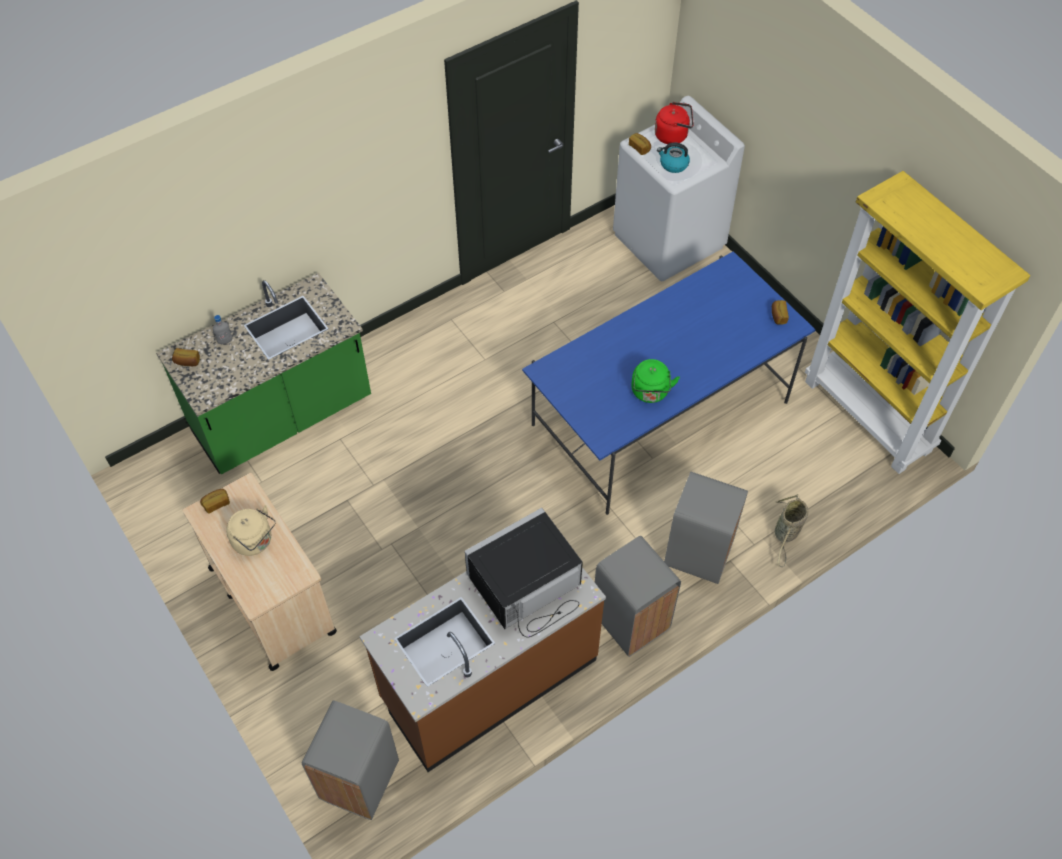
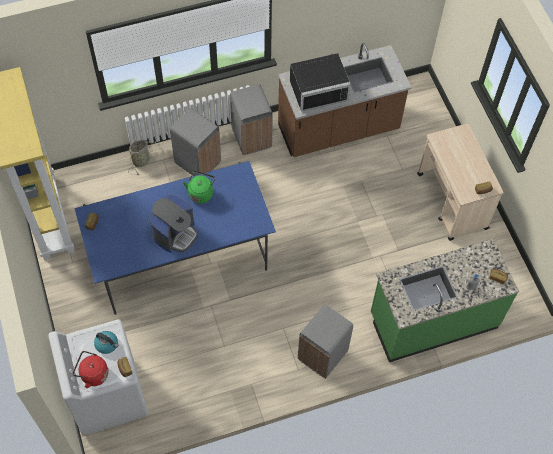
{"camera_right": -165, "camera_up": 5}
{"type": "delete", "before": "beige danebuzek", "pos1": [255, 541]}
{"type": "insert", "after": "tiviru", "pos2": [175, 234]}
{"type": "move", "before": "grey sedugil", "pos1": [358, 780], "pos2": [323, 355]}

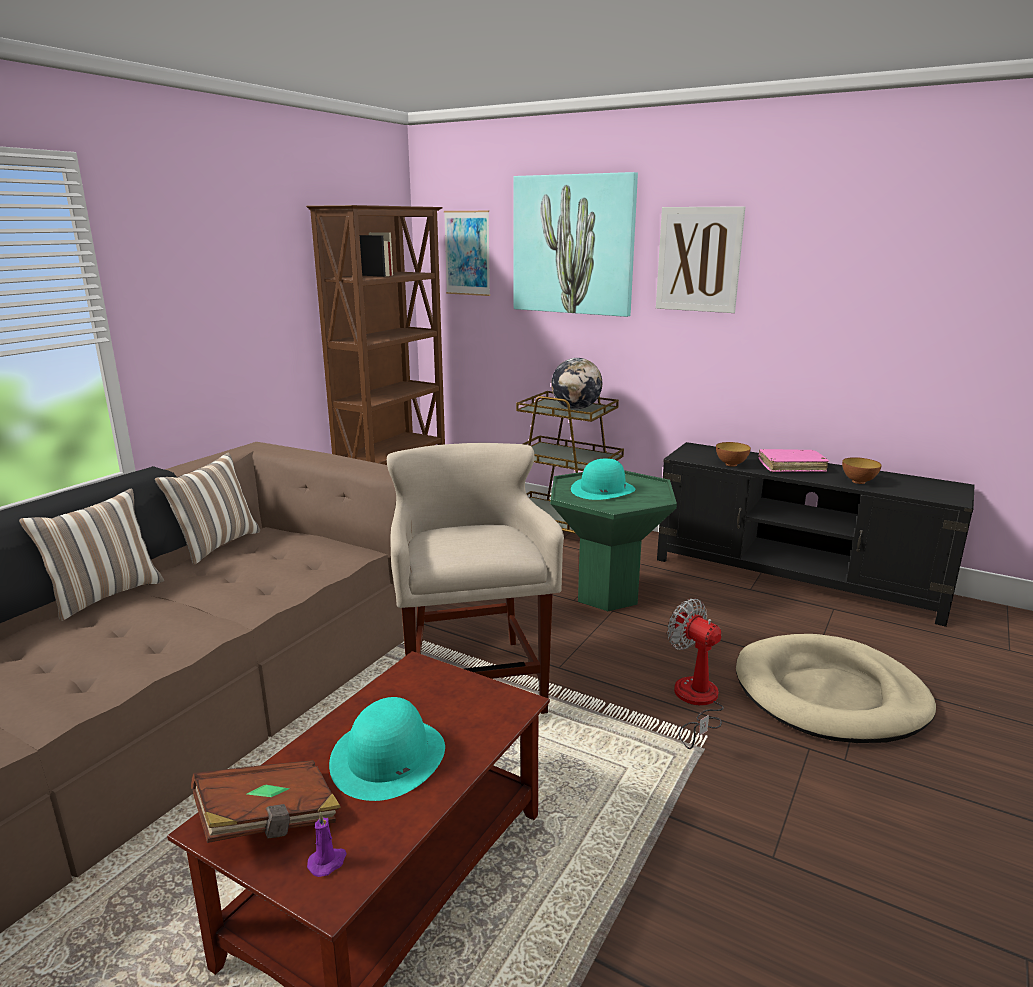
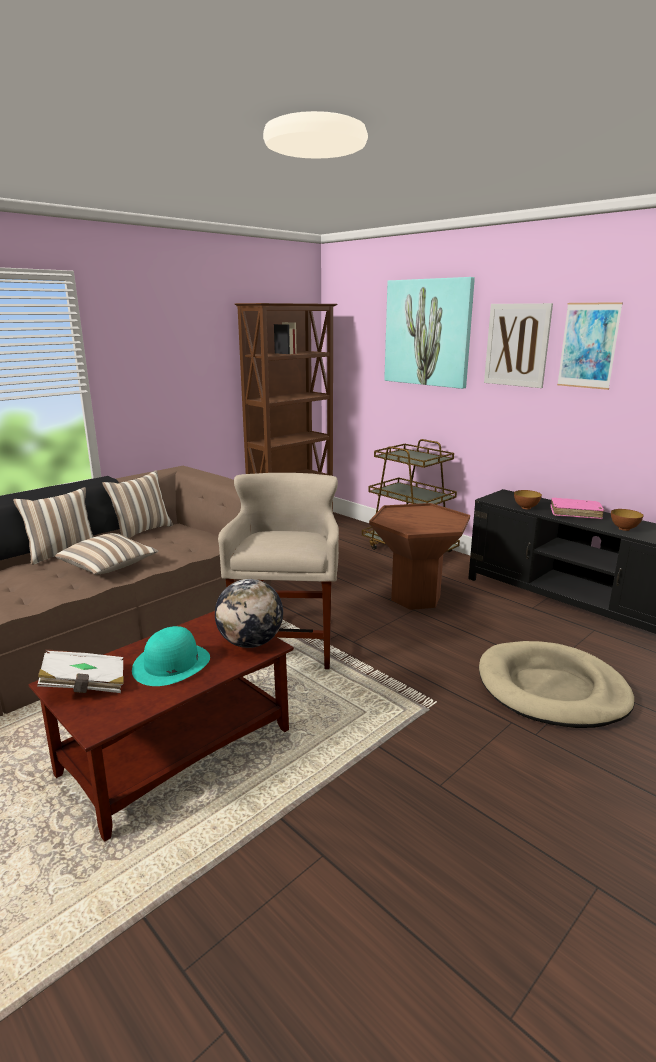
{"camera_right": 15, "camera_up": 0}
{"type": "delete", "before": "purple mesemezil", "pos1": [328, 862]}
{"type": "delete", "before": "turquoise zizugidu", "pos1": [602, 489]}
{"type": "delete", "before": "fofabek", "pos1": [695, 702]}
{"type": "insert", "after": "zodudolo", "pos2": [109, 567]}
{"type": "move", "before": "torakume", "pos1": [467, 253], "pos2": [588, 345]}
{"type": "move", "before": "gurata", "pos1": [576, 408], "pos2": [250, 642]}
{"type": "recolor", "before": "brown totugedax", "after": "white totugedax", "pos1": [269, 821], "pos2": [85, 686]}
{"type": "recolor", "before": "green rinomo", "after": "brown rinomo", "pos1": [607, 595], "pos2": [415, 598]}

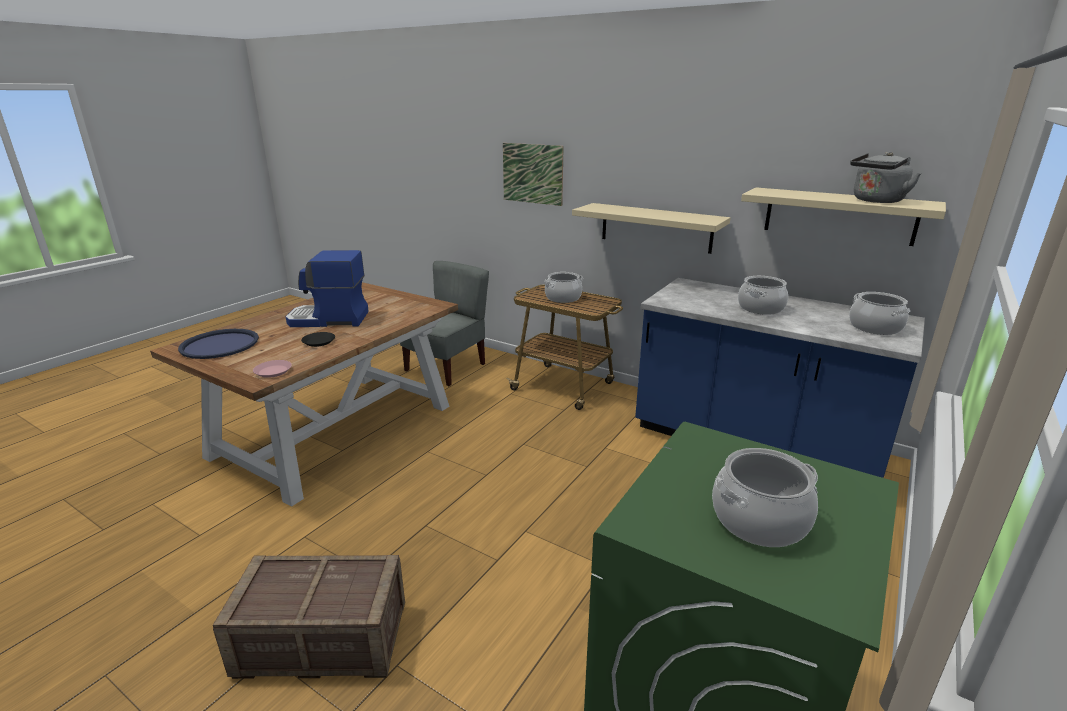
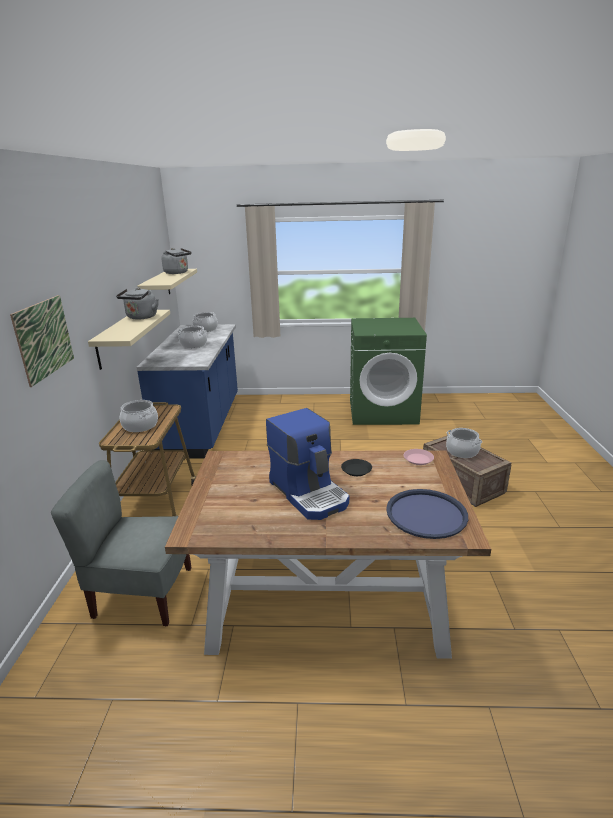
{"camera_right": -120, "camera_up": 0}
{"type": "insert", "after": "grey danebuzek", "pos2": [141, 317]}
{"type": "move", "before": "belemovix", "pos1": [759, 519], "pos2": [462, 452]}

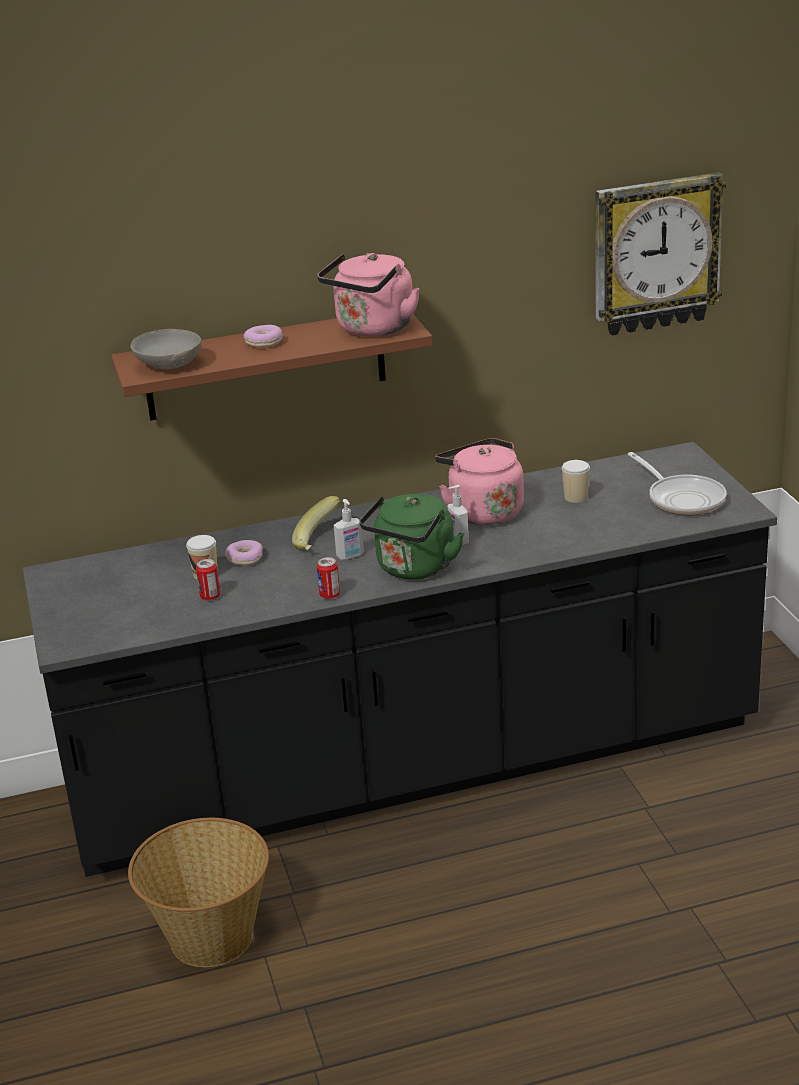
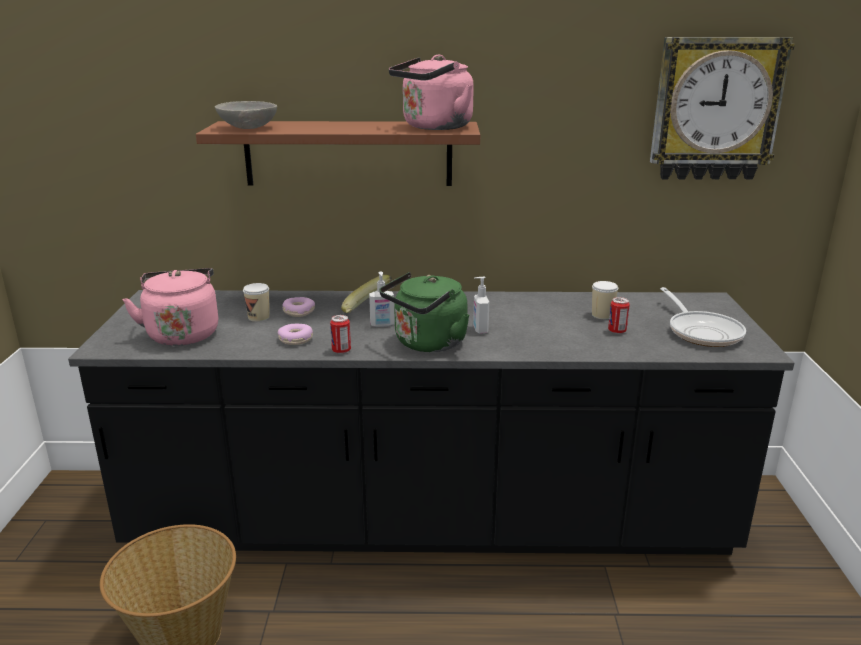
{"camera_right": 15, "camera_up": -5}
{"type": "move", "before": "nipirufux", "pos1": [210, 596], "pos2": [617, 331]}
{"type": "move", "before": "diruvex", "pos1": [264, 343], "pos2": [296, 340]}
{"type": "move", "before": "pink danebuzek", "pos1": [482, 511], "pos2": [183, 333]}

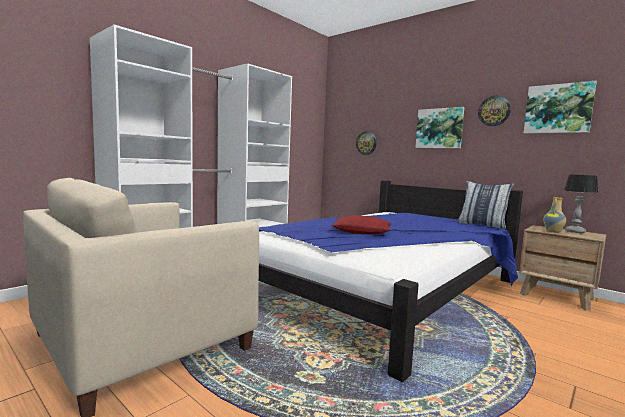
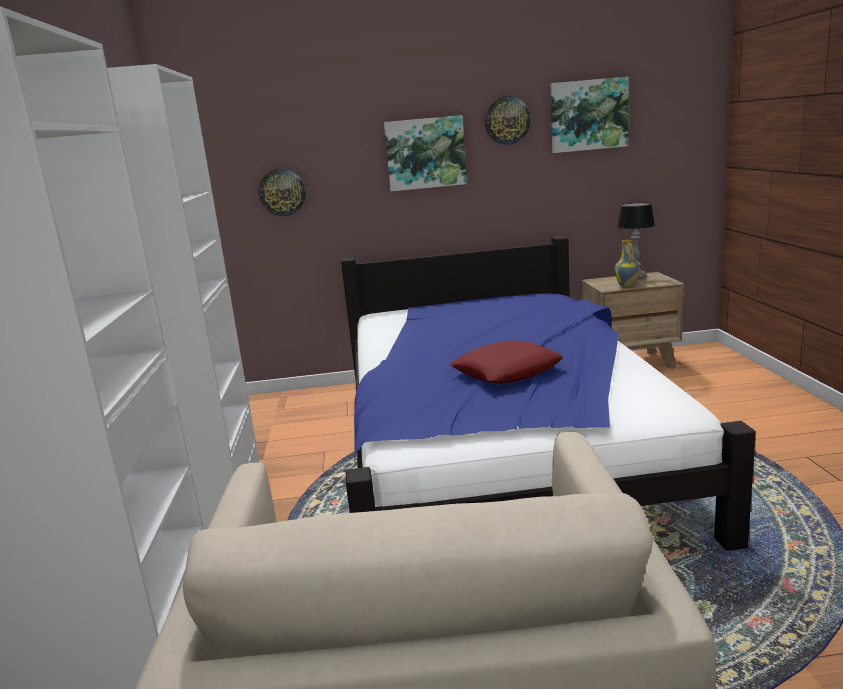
{"camera_right": -45, "camera_up": 10}
{"type": "delete", "before": "zodudolo", "pos1": [482, 225]}

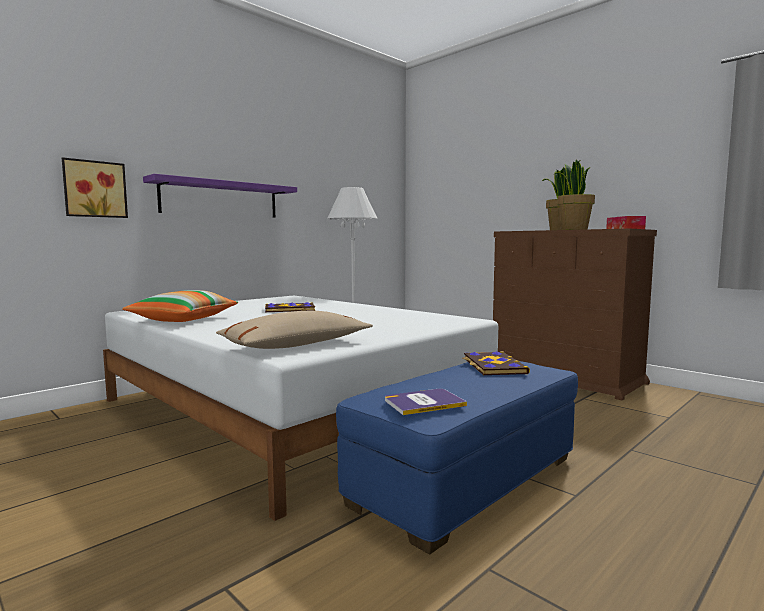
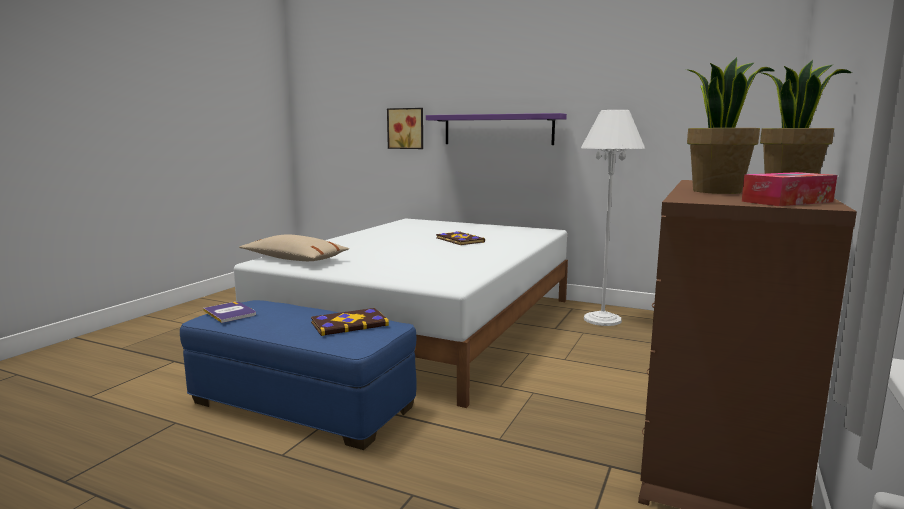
{"camera_right": 70, "camera_up": 5}
{"type": "delete", "before": "zodudolo", "pos1": [183, 319]}

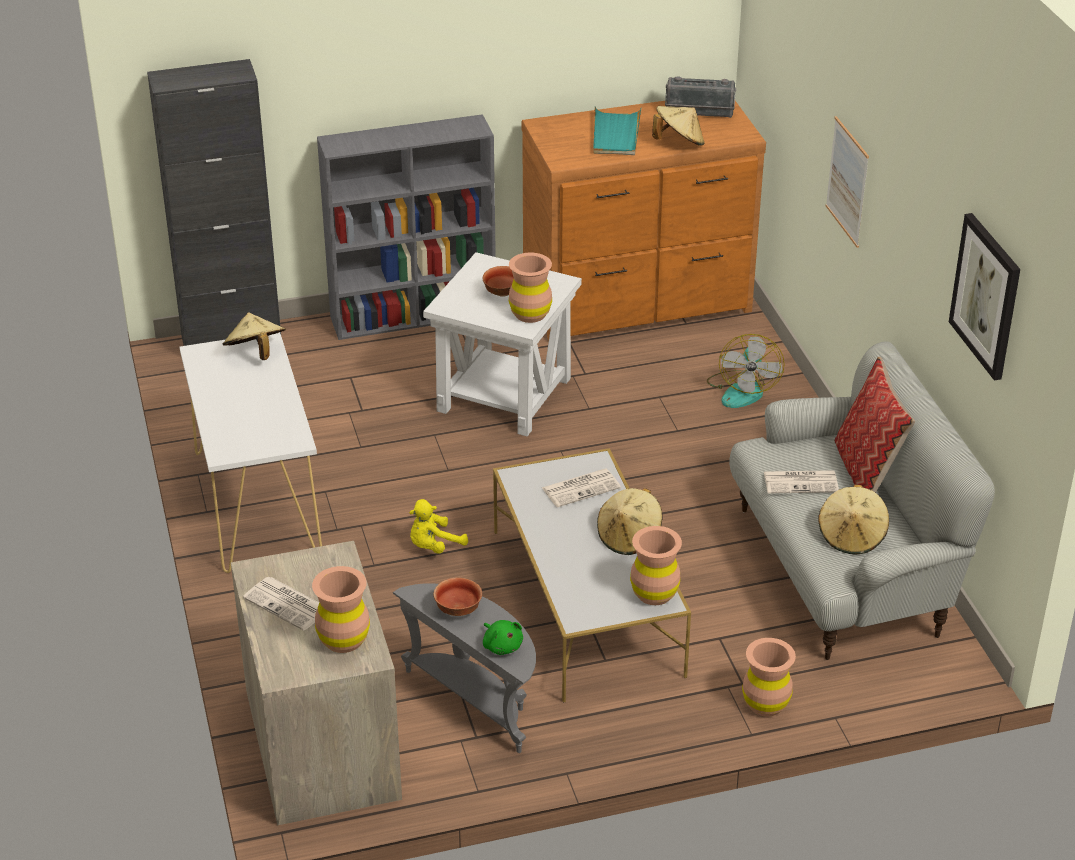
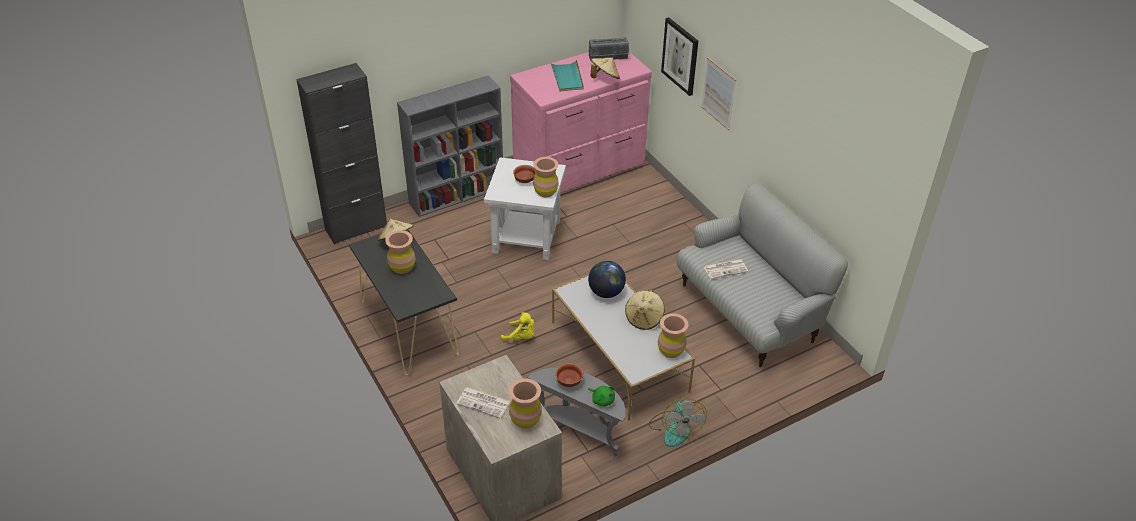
{"camera_right": -15, "camera_up": 5}
{"type": "delete", "before": "beige zizugidu", "pos1": [852, 536]}
{"type": "delete", "before": "zodudolo", "pos1": [867, 471]}
{"type": "move", "before": "fofabek", "pos1": [742, 390], "pos2": [675, 428]}
{"type": "move", "before": "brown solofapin", "pos1": [766, 704], "pos2": [402, 267]}
{"type": "move", "before": "torakume", "pos1": [986, 296], "pos2": [680, 56]}
{"type": "replace", "before": "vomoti", "after": "gurata", "pos1": [581, 488], "pos2": [606, 292]}
{"type": "recolor", "before": "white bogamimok", "after": "black bogamimok", "pos1": [257, 502], "pos2": [408, 327]}
{"type": "recolor", "before": "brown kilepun", "after": "pink kilepun", "pos1": [639, 302], "pos2": [580, 168]}
{"type": "rotate", "before": "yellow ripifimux", "pos1": [434, 546], "pos2": [521, 337], "turn": -105}

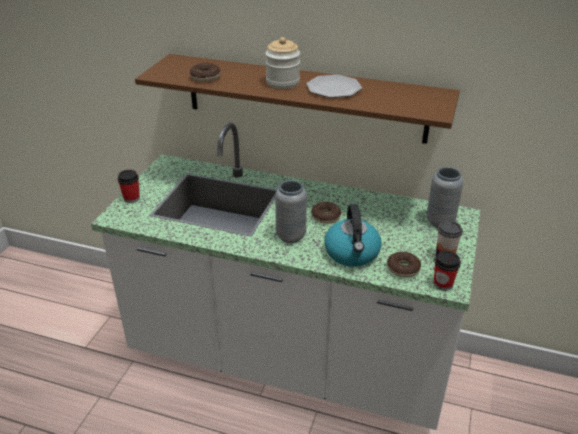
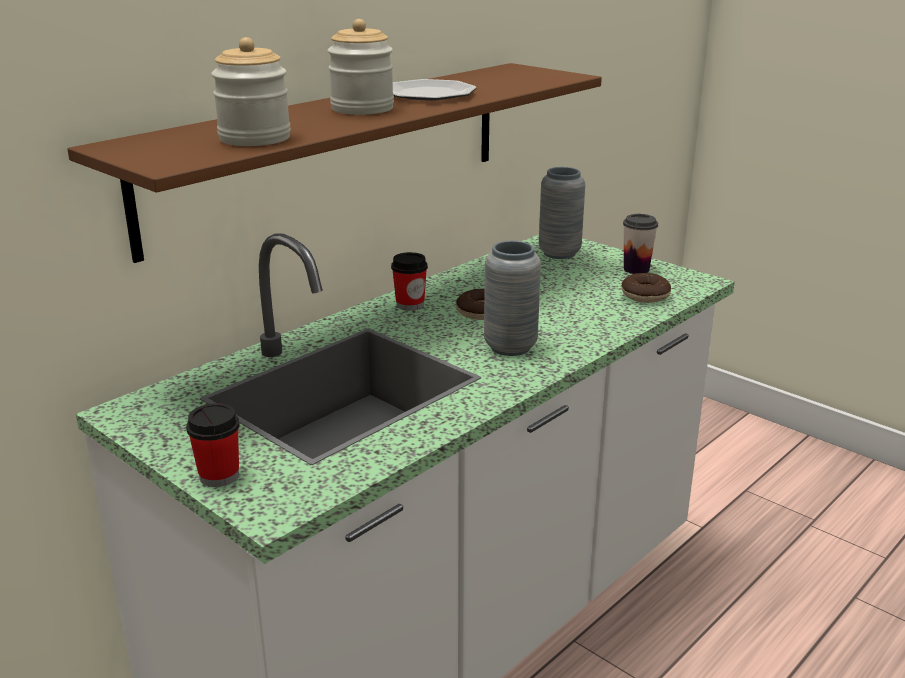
{"camera_right": -65, "camera_up": -10}
{"type": "delete", "before": "danebuzek", "pos1": [352, 253]}
{"type": "move", "before": "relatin", "pos1": [443, 284], "pos2": [410, 305]}
{"type": "replace", "before": "diruvex", "after": "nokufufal", "pos1": [205, 77], "pos2": [255, 138]}

